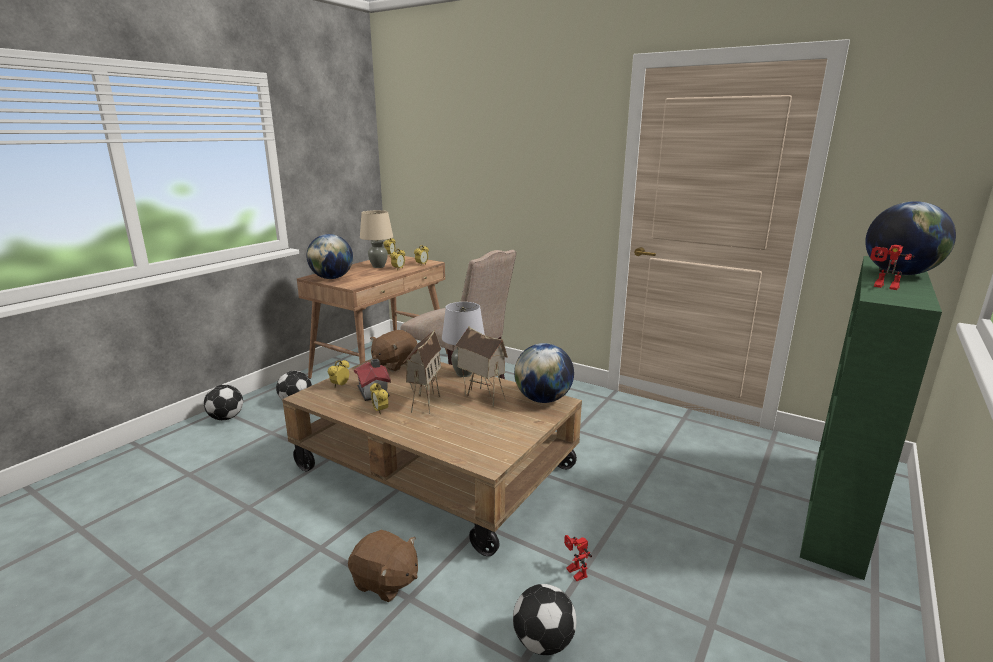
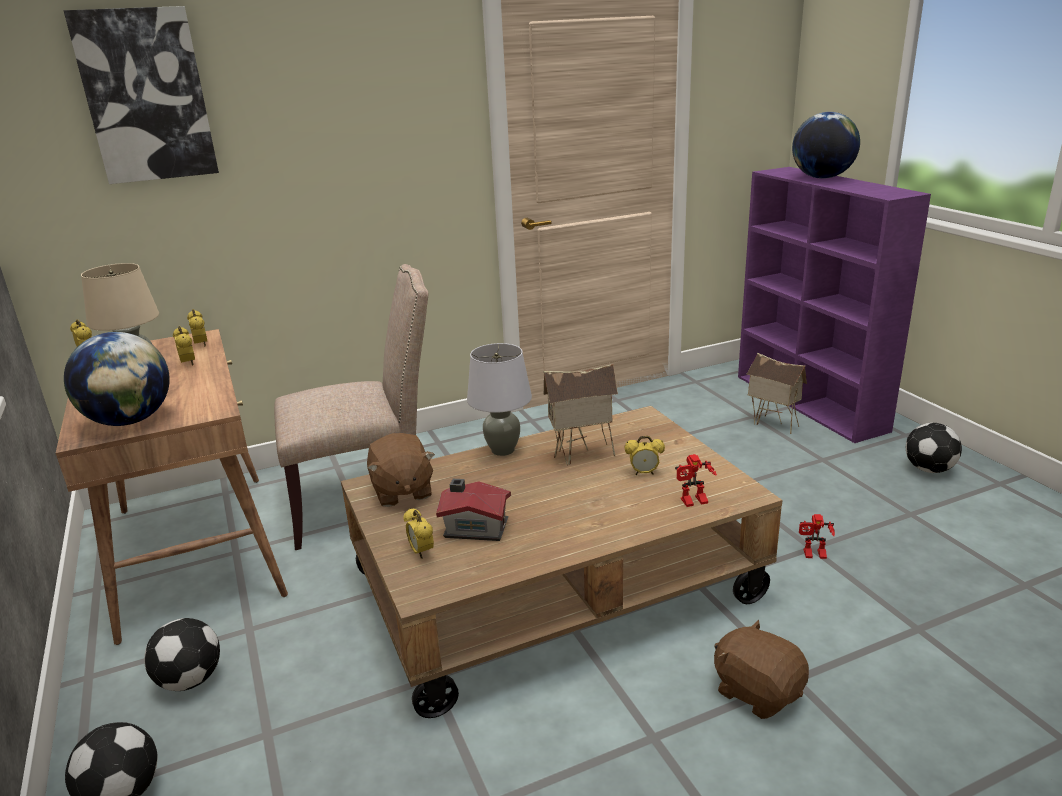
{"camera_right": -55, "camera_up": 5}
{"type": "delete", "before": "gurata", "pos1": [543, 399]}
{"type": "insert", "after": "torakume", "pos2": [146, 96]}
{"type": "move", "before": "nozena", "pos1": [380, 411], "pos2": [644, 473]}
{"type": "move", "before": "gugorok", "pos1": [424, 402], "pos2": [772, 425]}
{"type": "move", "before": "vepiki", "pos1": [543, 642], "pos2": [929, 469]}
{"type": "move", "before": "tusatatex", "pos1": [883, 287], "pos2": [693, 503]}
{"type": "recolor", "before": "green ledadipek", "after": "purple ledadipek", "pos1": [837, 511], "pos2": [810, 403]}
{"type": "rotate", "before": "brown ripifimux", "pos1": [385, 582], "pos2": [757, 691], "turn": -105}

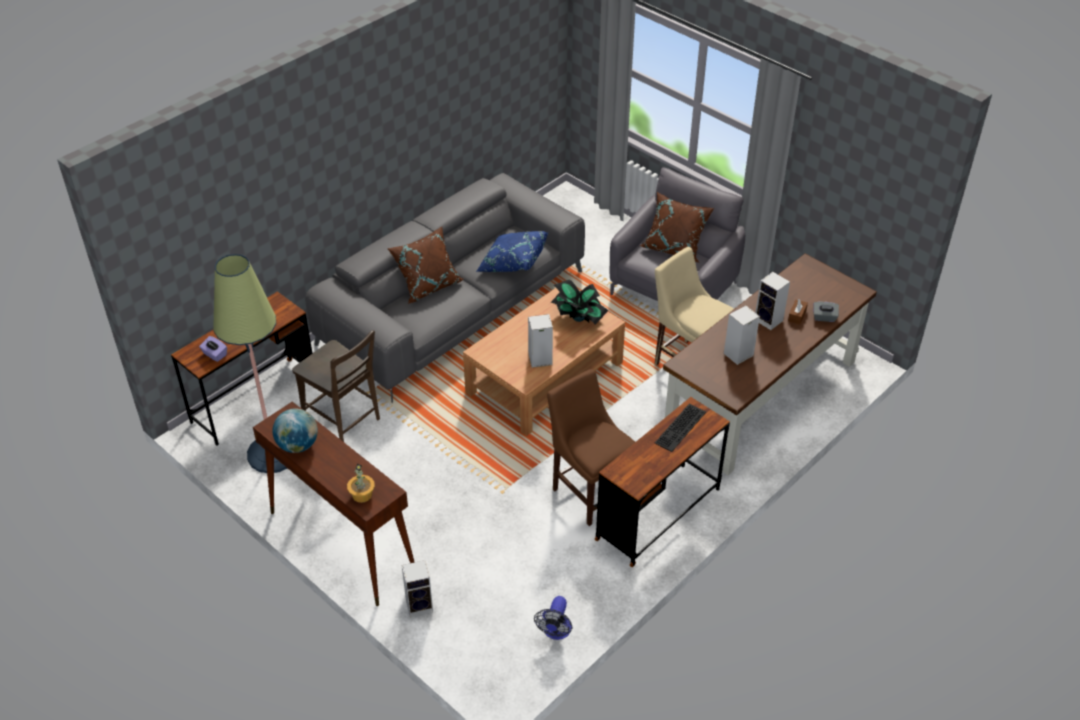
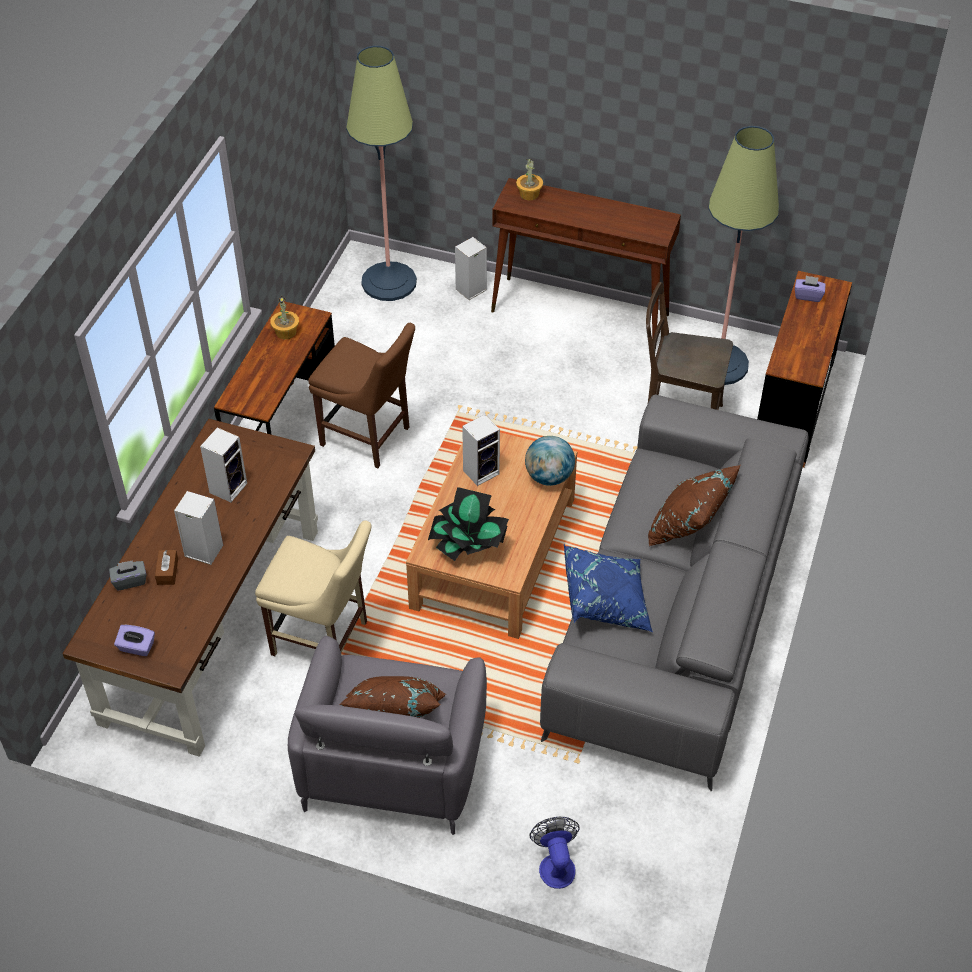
{"camera_right": 155, "camera_up": 5}
{"type": "delete", "before": "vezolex", "pos1": [681, 428]}
{"type": "insert", "after": "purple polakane", "pos2": [136, 647]}
{"type": "insert", "after": "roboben", "pos2": [286, 332]}
{"type": "insert", "after": "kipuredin", "pos2": [389, 282]}
{"type": "move", "before": "gurata", "pos1": [298, 445], "pos2": [549, 477]}
{"type": "move", "before": "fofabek", "pos1": [555, 632], "pos2": [555, 864]}

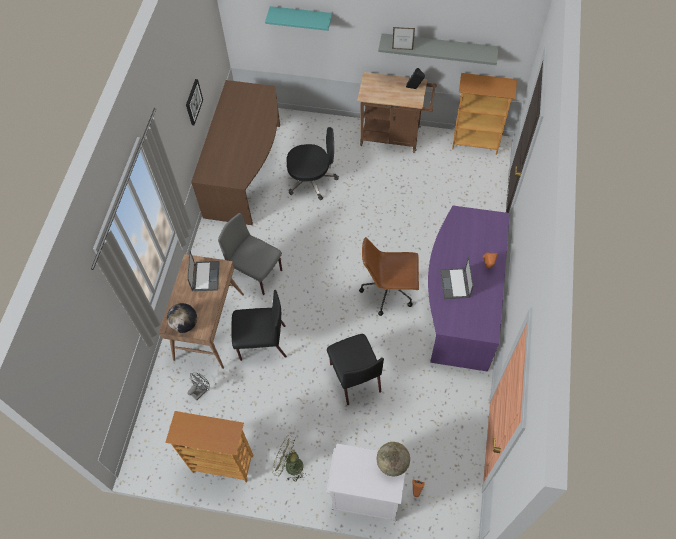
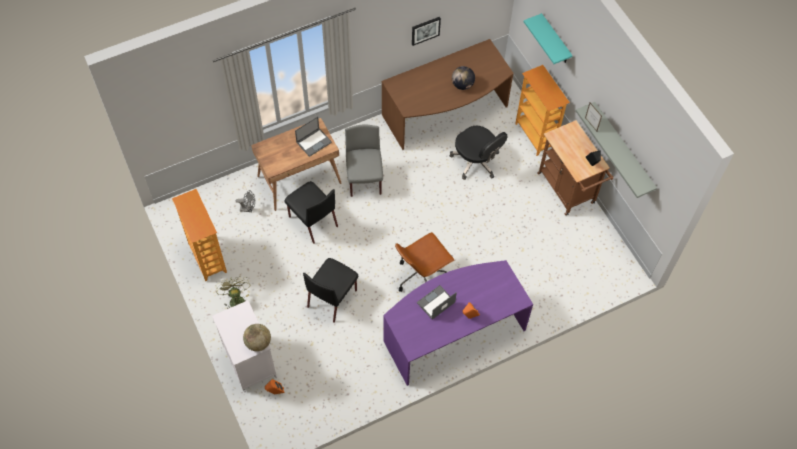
{"camera_right": 50, "camera_up": 0}
{"type": "move", "before": "gurata", "pos1": [184, 324], "pos2": [462, 85]}
{"type": "move", "before": "ledadipek", "pos1": [475, 143], "pos2": [535, 135]}
{"type": "rotate", "before": "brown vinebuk", "pos1": [389, 291], "pos2": [421, 276], "turn": -90}

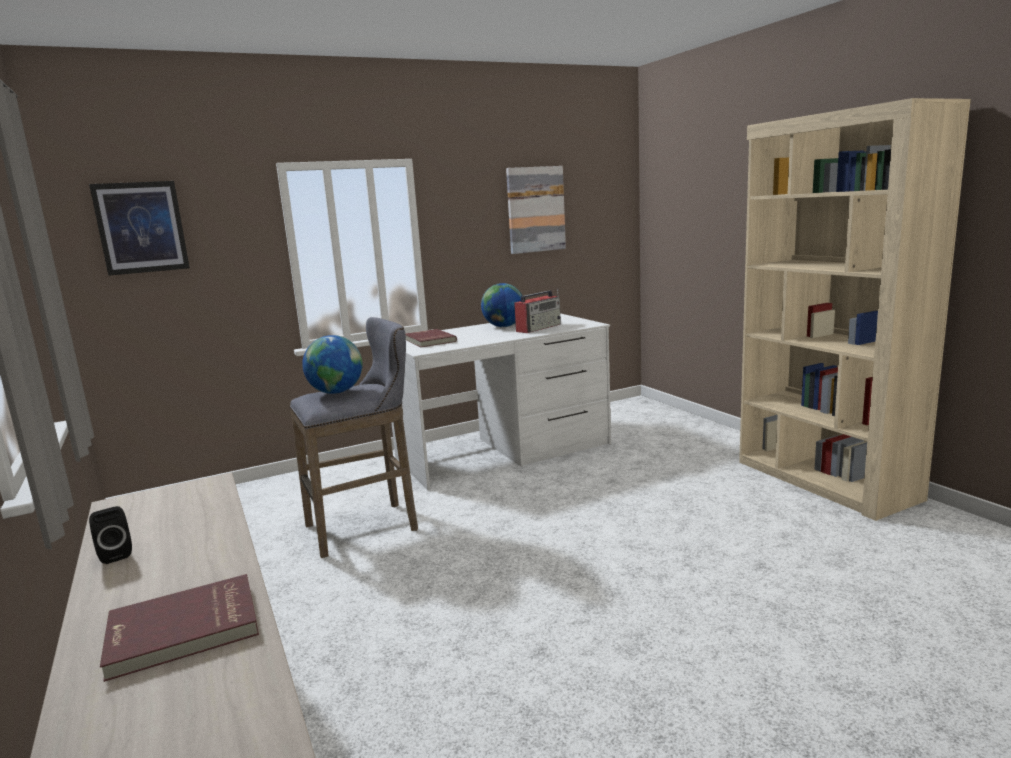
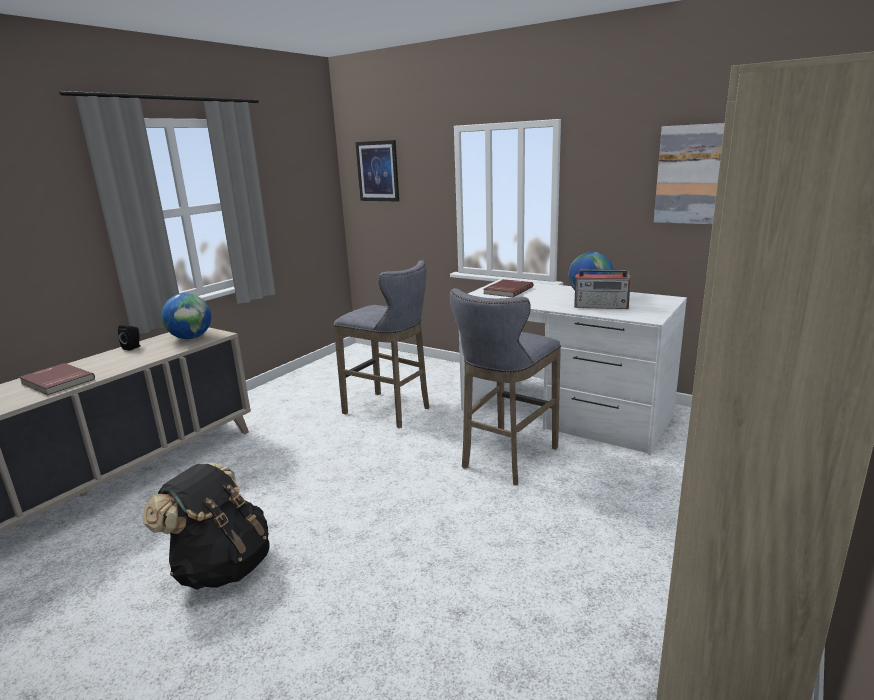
{"camera_right": 60, "camera_up": 5}
{"type": "insert", "after": "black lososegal", "pos2": [222, 567]}
{"type": "insert", "after": "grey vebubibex", "pos2": [507, 459]}
{"type": "move", "before": "gurata", "pos1": [336, 392], "pos2": [191, 338]}

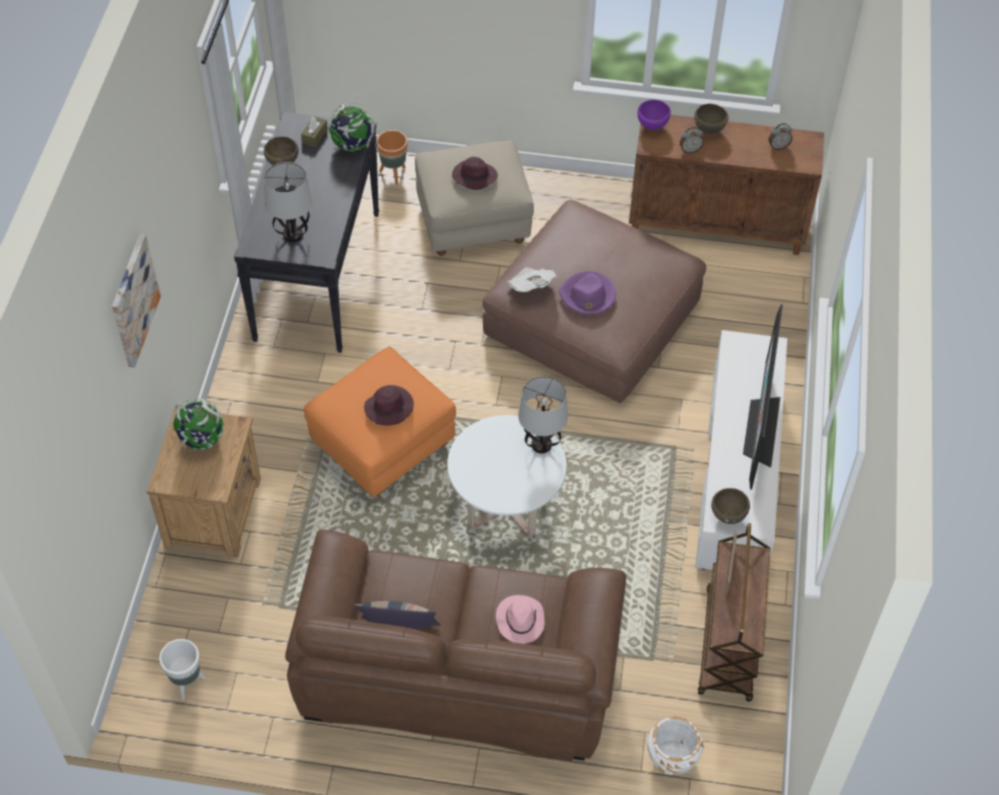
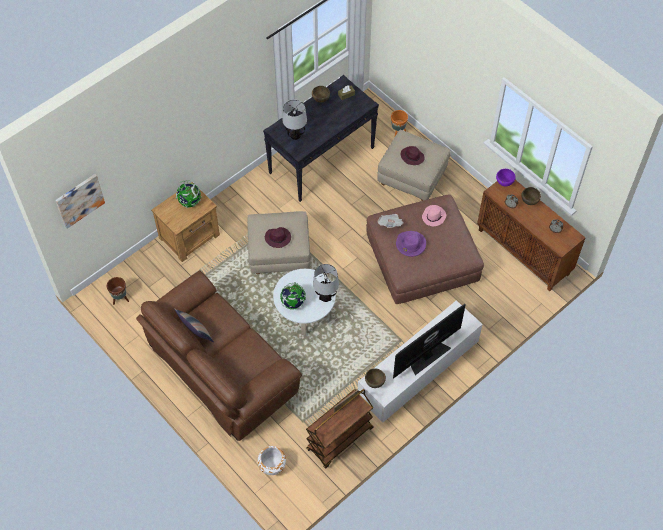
{"camera_right": 40, "camera_up": 5}
{"type": "move", "before": "torakume", "pos1": [133, 300], "pos2": [79, 200]}
{"type": "move", "before": "gurata", "pos1": [352, 145], "pos2": [293, 303]}
{"type": "move", "before": "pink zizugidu", "pos1": [520, 620], "pos2": [433, 216]}
{"type": "recolor", "before": "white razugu", "after": "brown razugu", "pos1": [187, 683], "pos2": [120, 299]}
{"type": "recolor", "before": "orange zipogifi", "after": "beige zipogifi", "pos1": [383, 446], "pos2": [279, 254]}

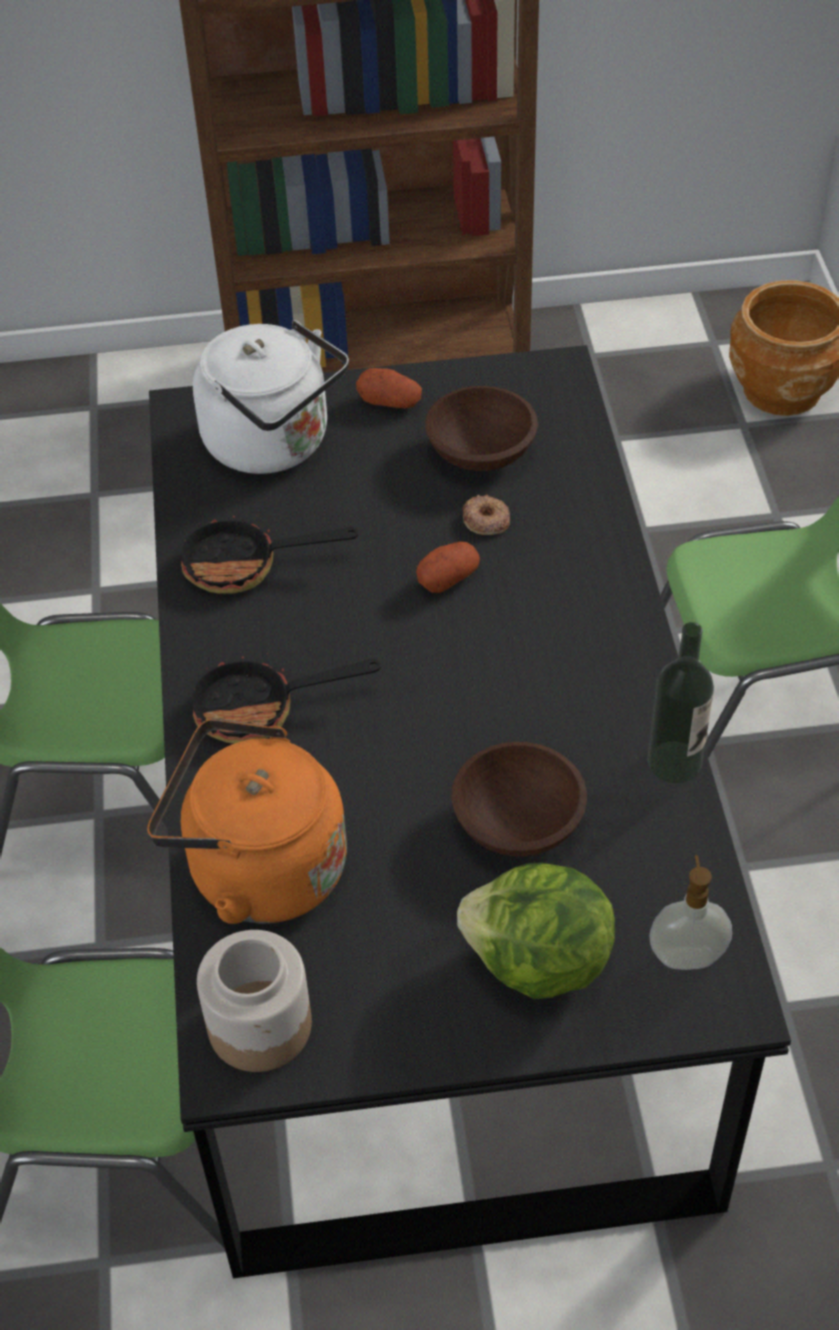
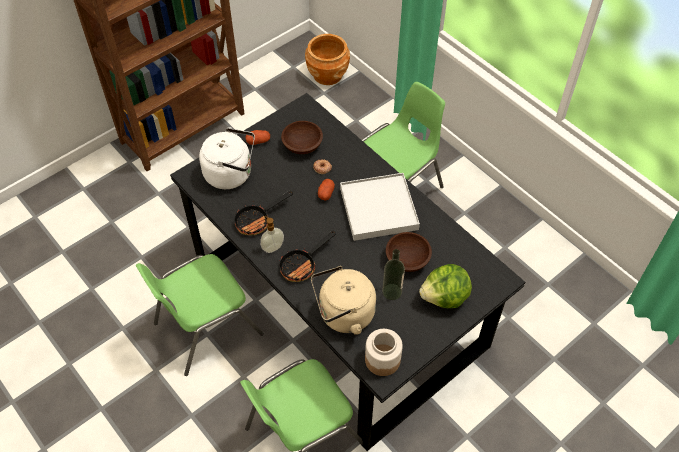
{"camera_right": -35, "camera_up": 5}
{"type": "insert", "after": "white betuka", "pos2": [379, 209]}
{"type": "move", "before": "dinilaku", "pos1": [674, 762], "pos2": [392, 292]}
{"type": "move", "before": "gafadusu", "pos1": [686, 955], "pos2": [272, 247]}
{"type": "recolor", "before": "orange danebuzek", "after": "beige danebuzek", "pos1": [257, 869], "pos2": [343, 315]}

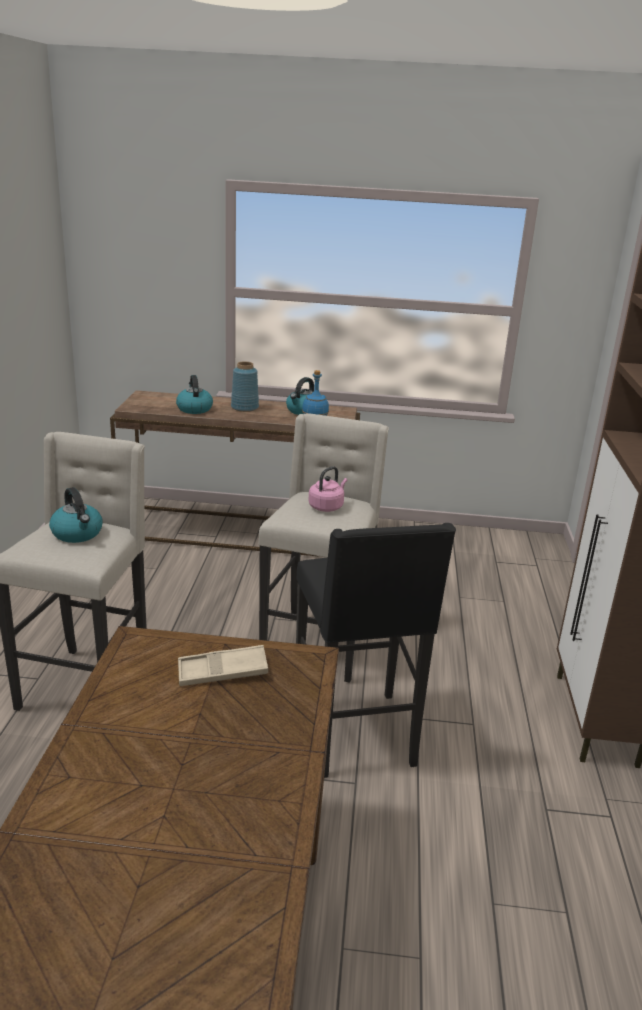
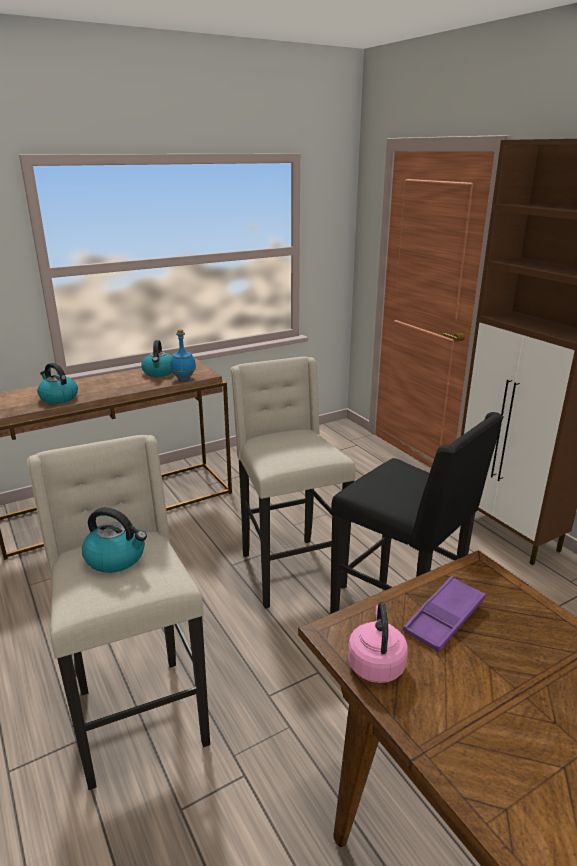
{"camera_right": -35, "camera_up": 0}
{"type": "delete", "before": "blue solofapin", "pos1": [245, 407]}
{"type": "move", "before": "pink danebuzek", "pos1": [327, 506], "pos2": [376, 663]}
{"type": "recolor", "before": "beige betuka", "after": "purple betuka", "pos1": [222, 672], "pos2": [444, 618]}

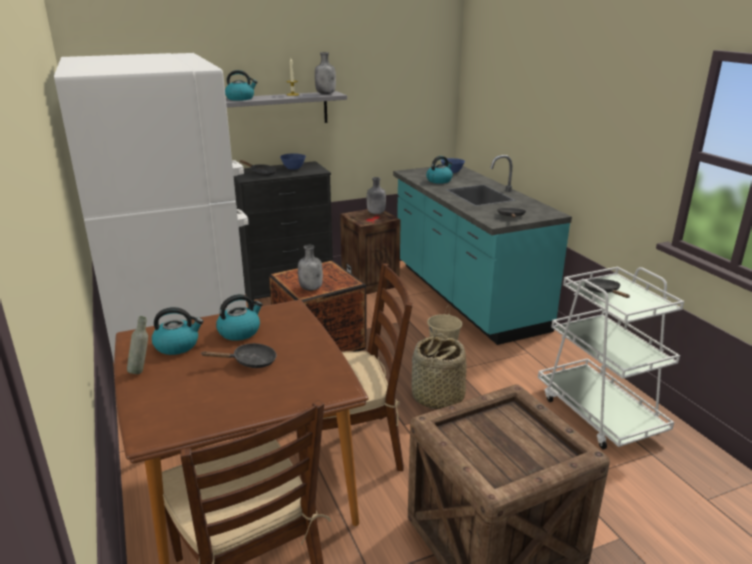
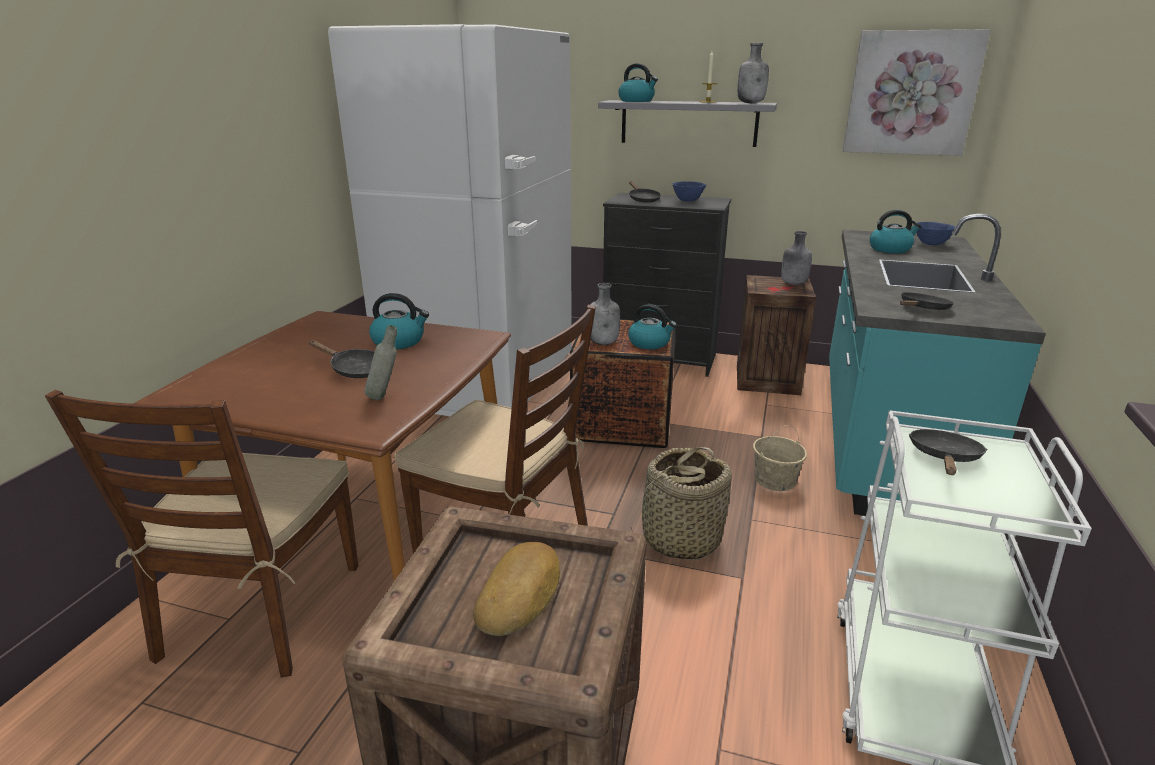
{"camera_right": 40, "camera_up": 0}
{"type": "insert", "after": "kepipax", "pos2": [521, 595]}
{"type": "insert", "after": "torakume", "pos2": [911, 93]}
{"type": "move", "before": "grey dinilaku", "pos1": [141, 370], "pos2": [385, 397]}
{"type": "move", "before": "danebuzek", "pos1": [177, 345], "pos2": [650, 343]}

